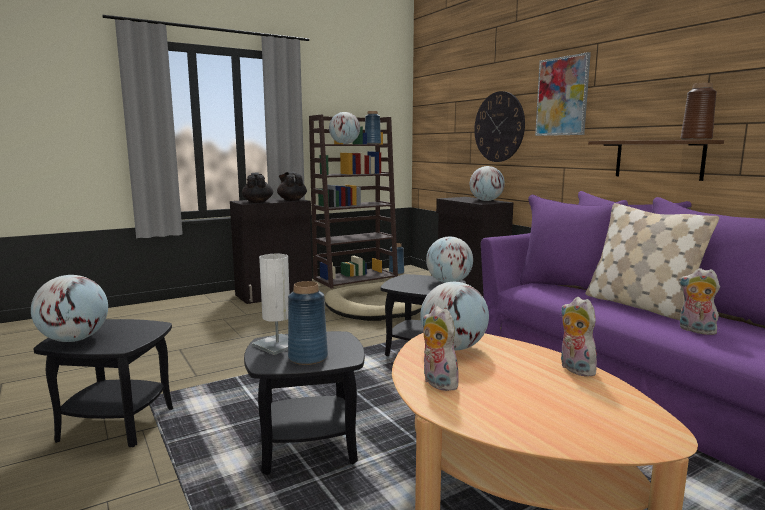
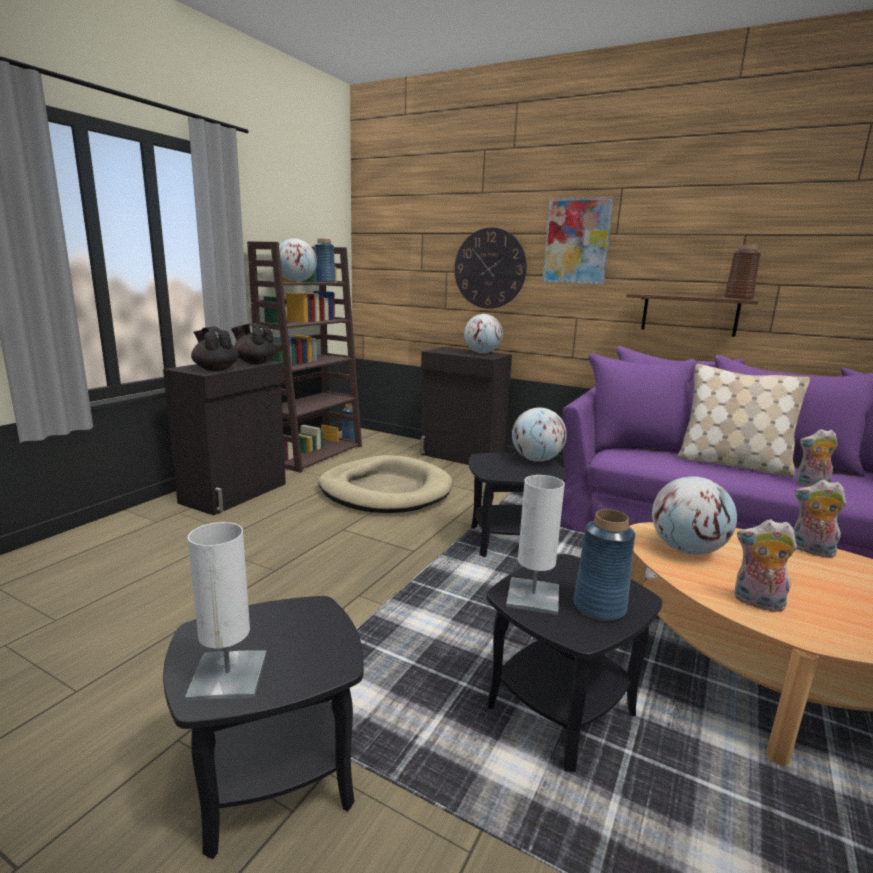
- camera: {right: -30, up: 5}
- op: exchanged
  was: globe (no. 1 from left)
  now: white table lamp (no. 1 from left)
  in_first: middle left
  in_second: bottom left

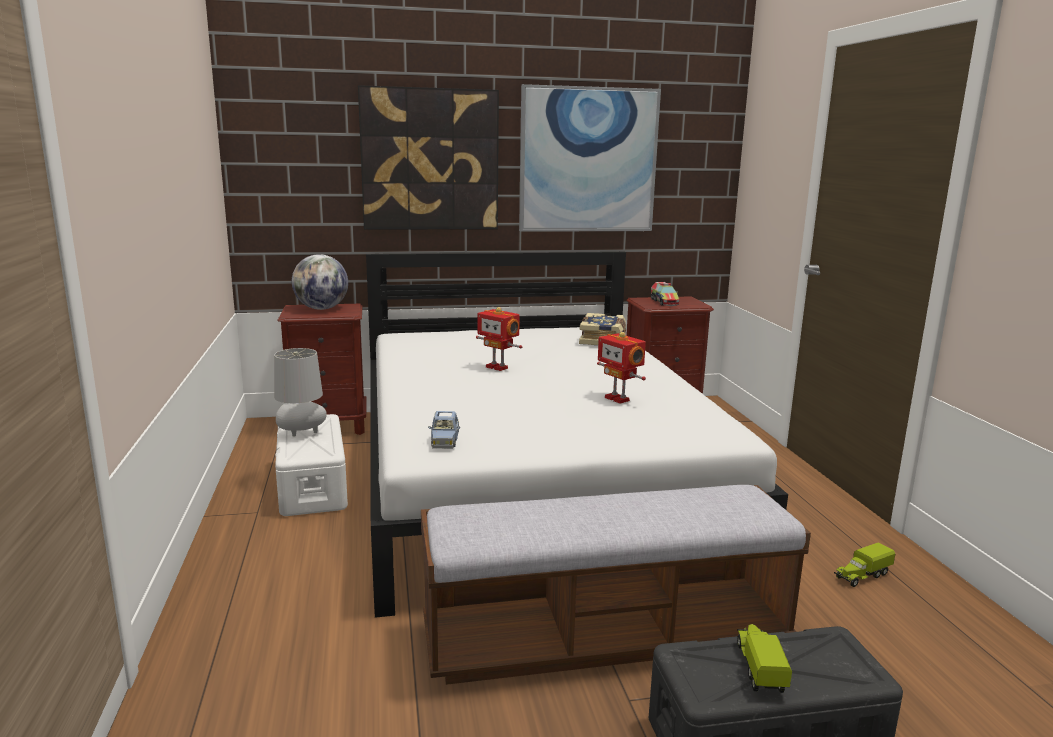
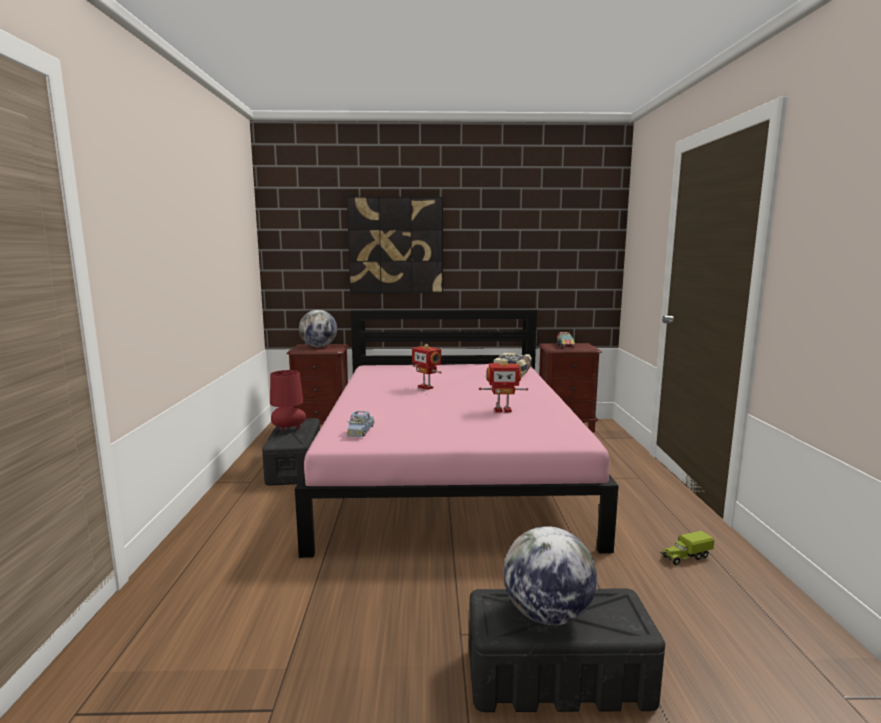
- camera: {right: 10, up: -5}
- op: missing
  was: bench
  in_first: bottom centre
- op: missing
  was: picture (no. 2 from left)
  in_first: top centre
- op: exchanged
  was: toy truck (no. 2 from left)
  now: globe (no. 2 from left)
  in_first: bottom right
  in_second: bottom centre
- op: colour
  was: grey table lamp
  now: red table lamp
  in_first: middle left
  in_second: middle left
- op: colour
  was: white storage box
  now: black storage box (no. 1 from left)
  in_first: middle left
  in_second: middle left
- op: colour
  was: white bed
  now: pink bed
  in_first: centre
  in_second: centre
- op: spun
  was: toy robot (no. 2 from left)
  in_first: centre
  in_second: centre
  clockwise: -60

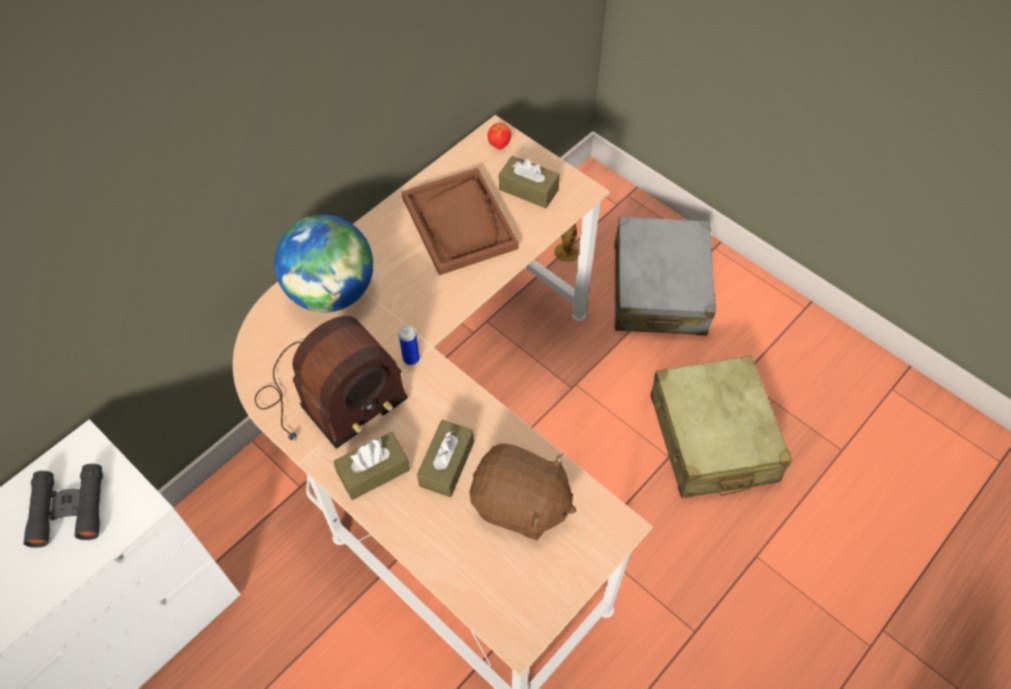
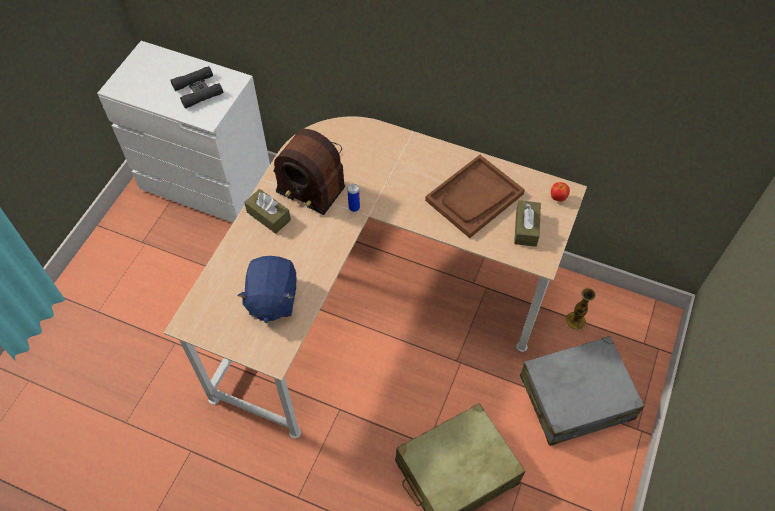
- camera: {right: 70, up: 0}
- op: missing
  was: globe
  in_first: middle left
- op: missing
  was: brown tissue box (no. 2 from left)
  in_first: centre
- op: colour
  was: brown plush toy
  now: blue plush toy
  in_first: bottom centre
  in_second: centre

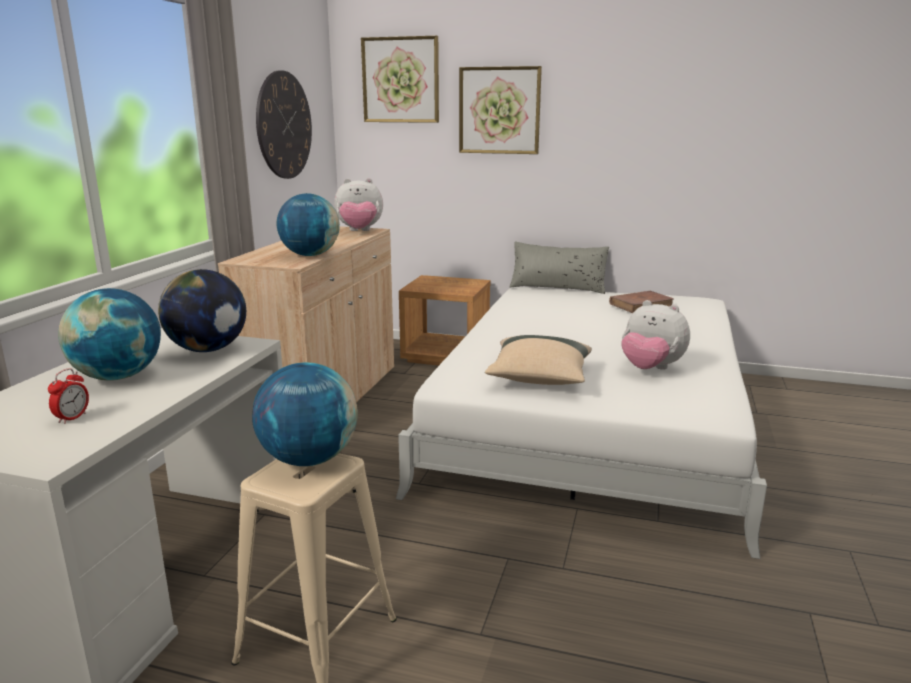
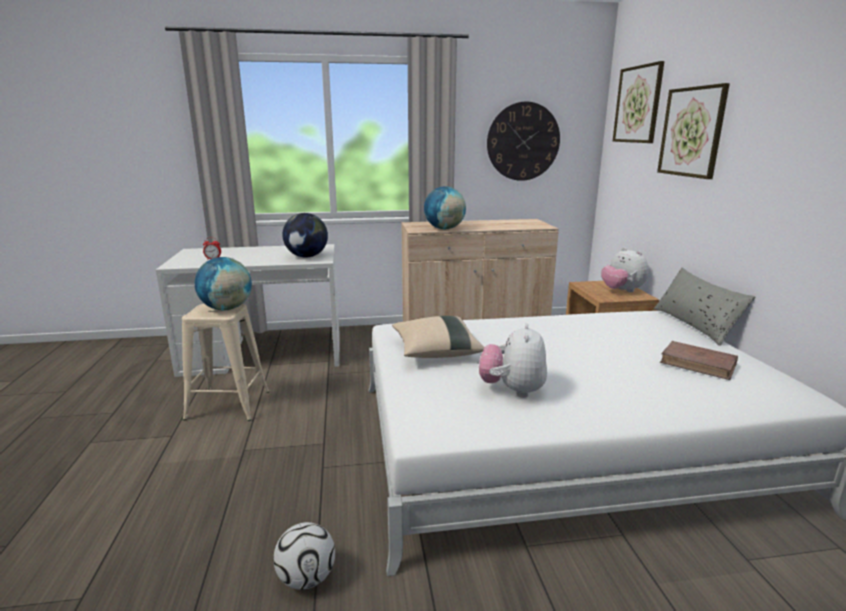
- camera: {right: 65, up: 0}
- op: missing
  was: globe (no. 1 from left)
  in_first: middle left
- op: appeared
  now: football
  in_second: bottom centre
- op: relocated
  was: plush toy (no. 1 from left in the first image)
  now: plush toy (no. 2 from left)
  in_first: top centre
  in_second: middle right

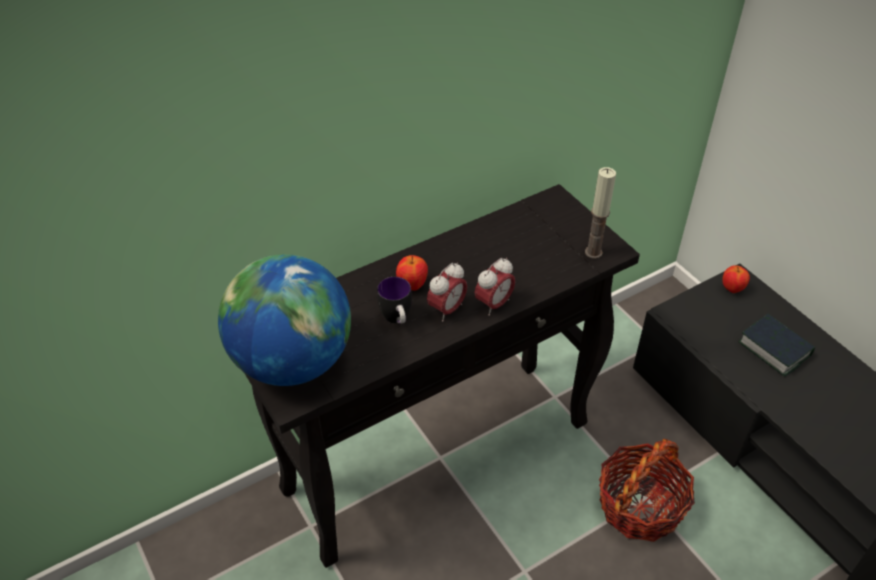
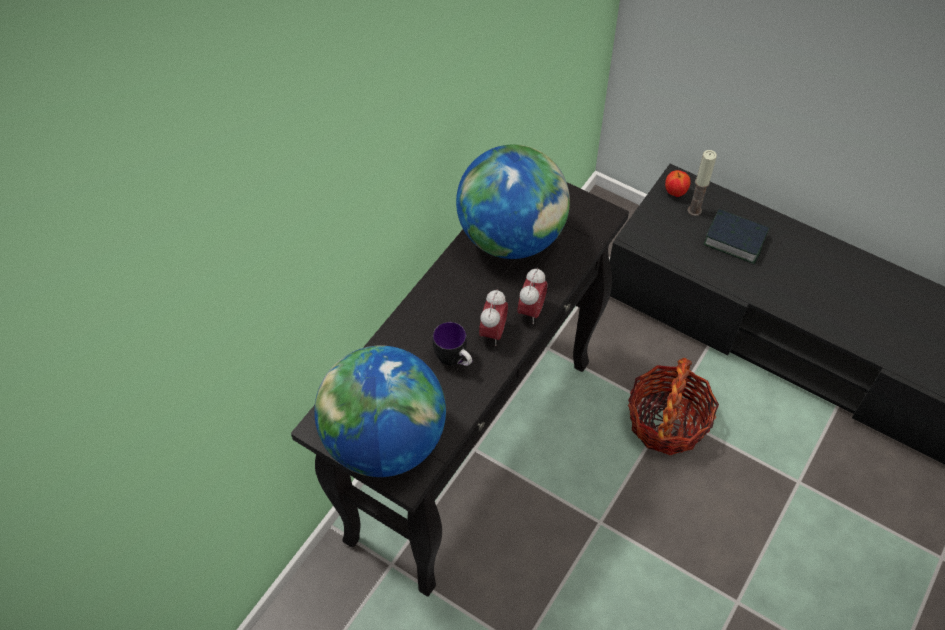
- camera: {right: -25, up: 10}
- op: missing
  was: apple (no. 1 from left)
  in_first: centre
- op: appeared
  now: globe (no. 2 from left)
  in_second: top centre
- op: relocated
  was: candle
  in_first: middle right
  in_second: top right

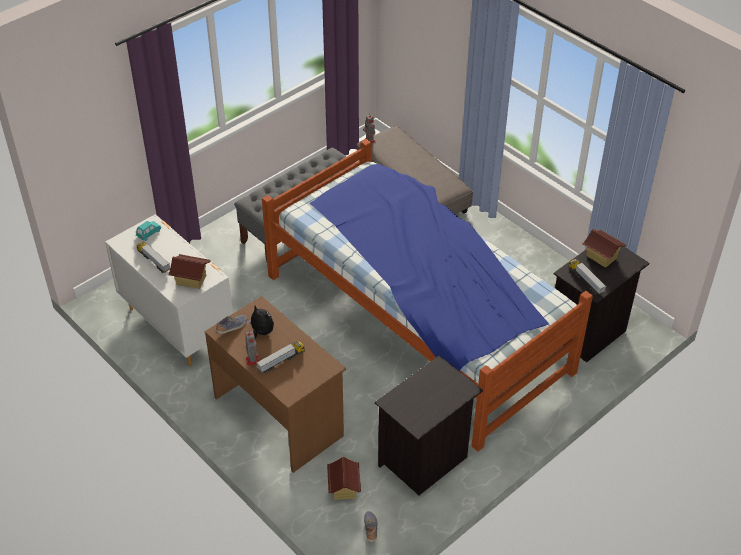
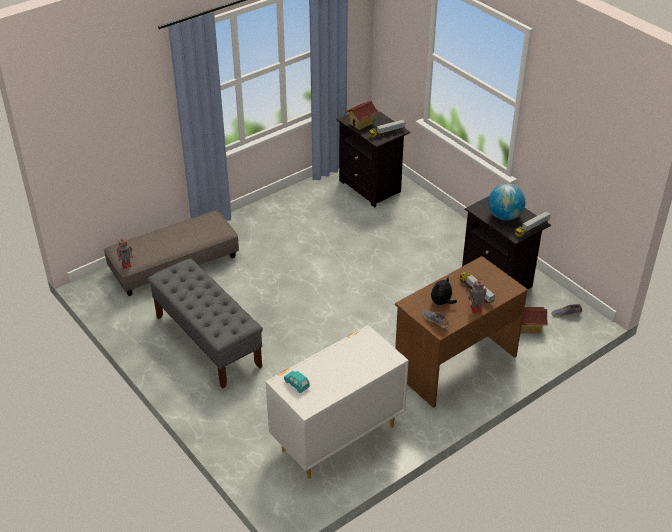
- camera: {right: -85, up: -5}
- op: missing
  was: toy house (no. 1 from left)
  in_first: middle left
- op: missing
  was: bed
  in_first: centre
- op: appeared
  now: globe
  in_second: middle right
- op: relocated
  was: toy truck (no. 1 from left in the first image)
  now: toy truck (no. 3 from left)
  in_first: middle left
  in_second: middle right

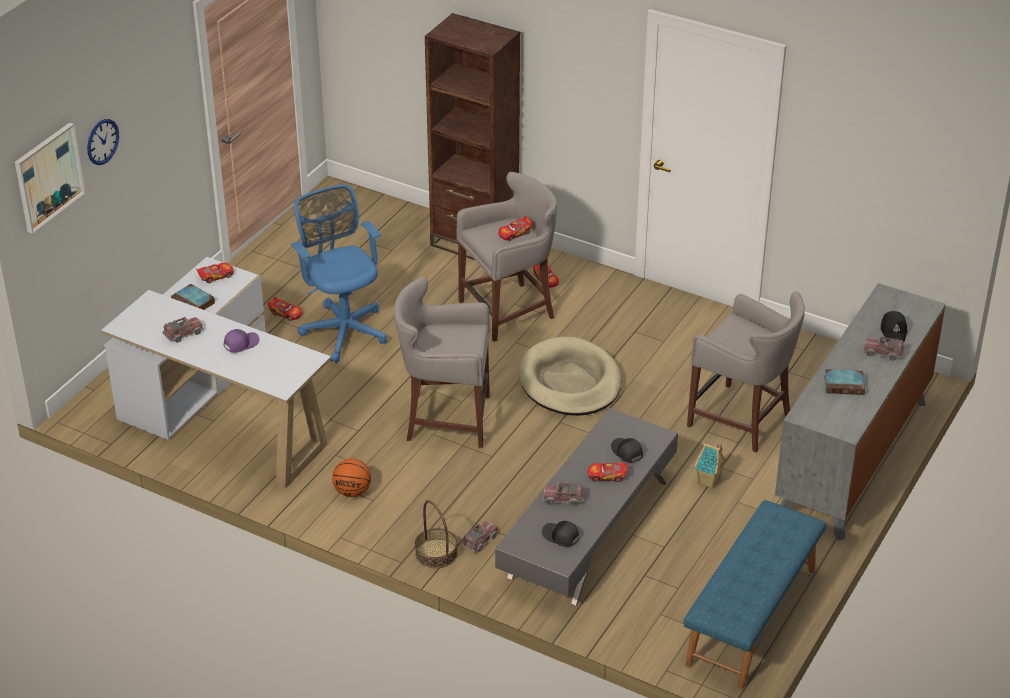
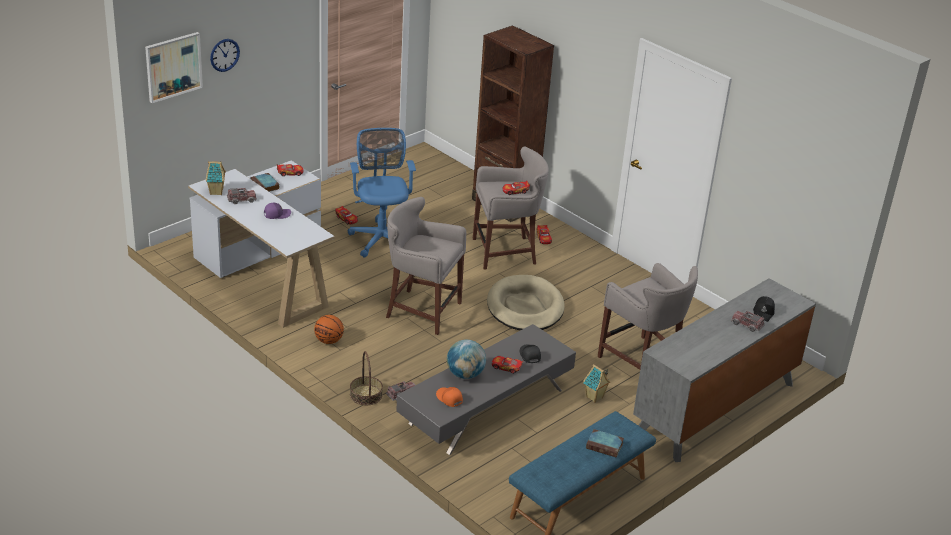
- camera: {right: 15, up: -5}
- op: appeared
  now: toy house (no. 1 from left)
  in_second: top left
- op: relocated
  was: book (no. 2 from left)
  in_first: middle right
  in_second: bottom centre
- op: exchanged
  was: toy truck (no. 3 from left)
  now: globe
  in_first: bottom centre
  in_second: bottom centre
- op: colour
  was: black cap (no. 1 from left)
  now: orange cap
  in_first: bottom centre
  in_second: bottom centre

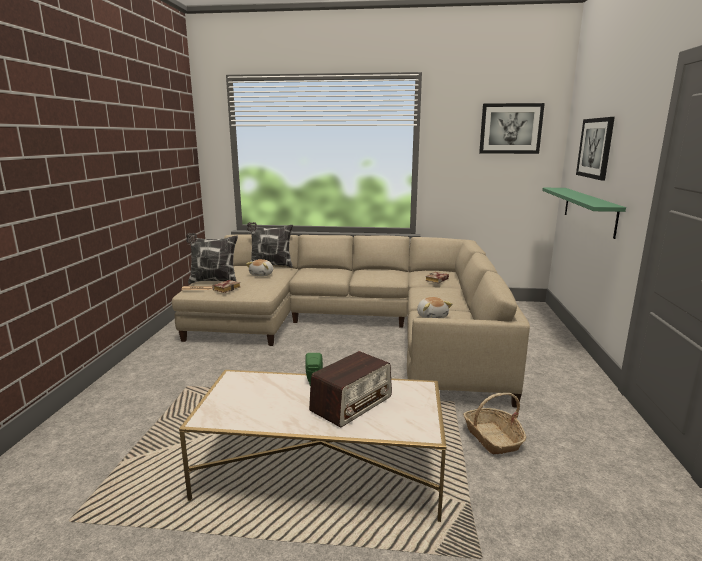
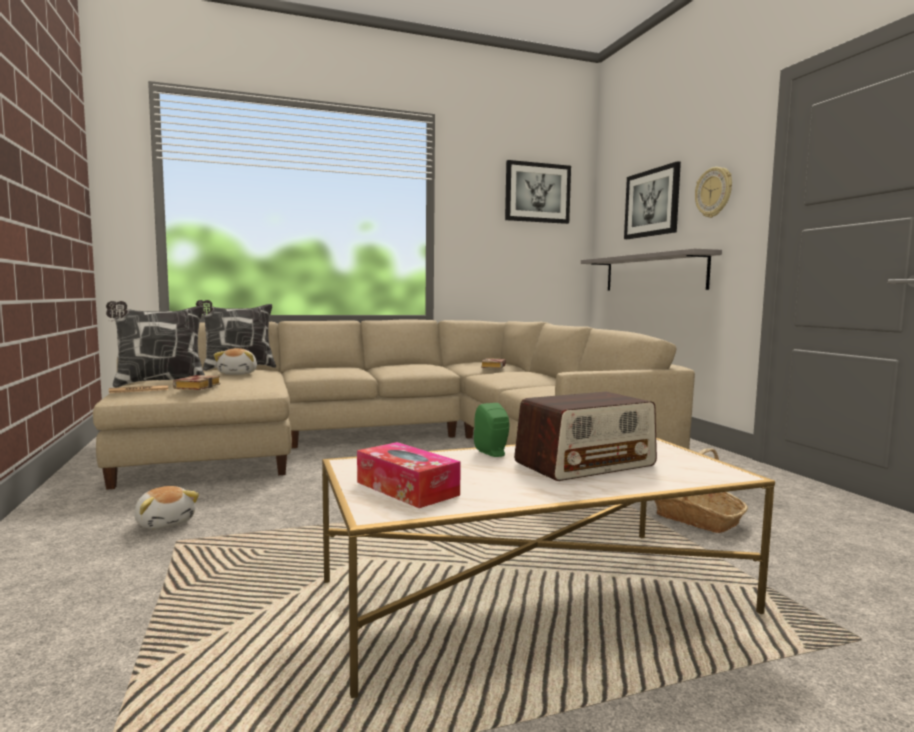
- camera: {right: -25, up: -10}
- op: appeared
  now: tissue box
  in_second: centre
- op: appeared
  now: wall clock
  in_second: top right
- op: relocated
  was: plush toy (no. 2 from left in the first image)
  now: plush toy (no. 1 from left)
  in_first: centre
  in_second: bottom left
- op: colour
  was: green shelf
  now: grey shelf
  in_first: middle right
  in_second: middle right
- op: spun
  was: radio
  in_first: bottom centre
  in_second: centre
  clockwise: 45

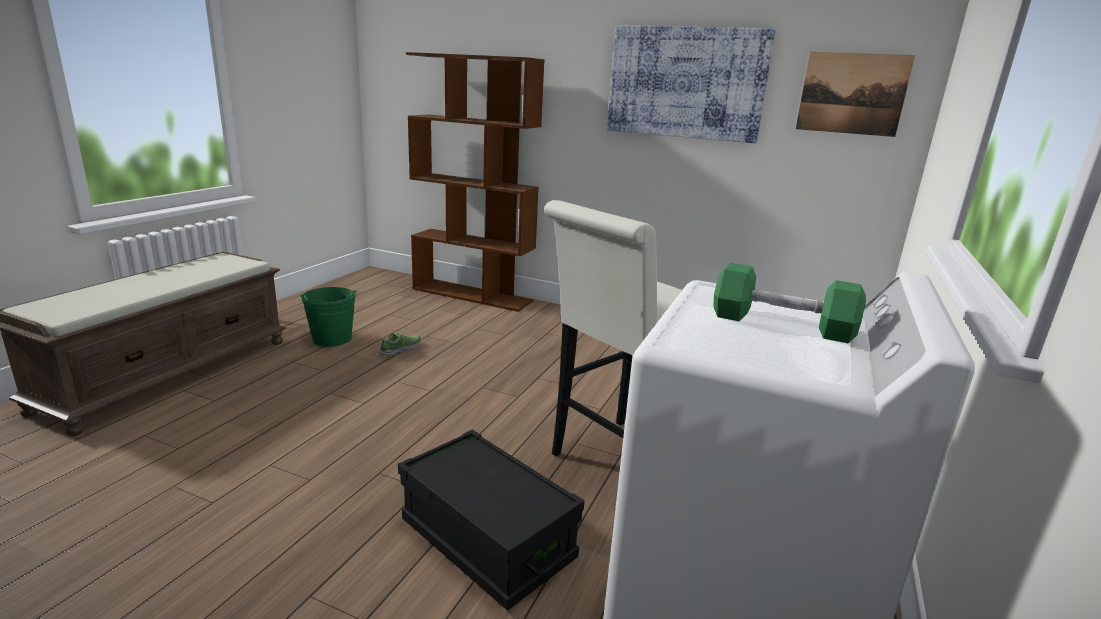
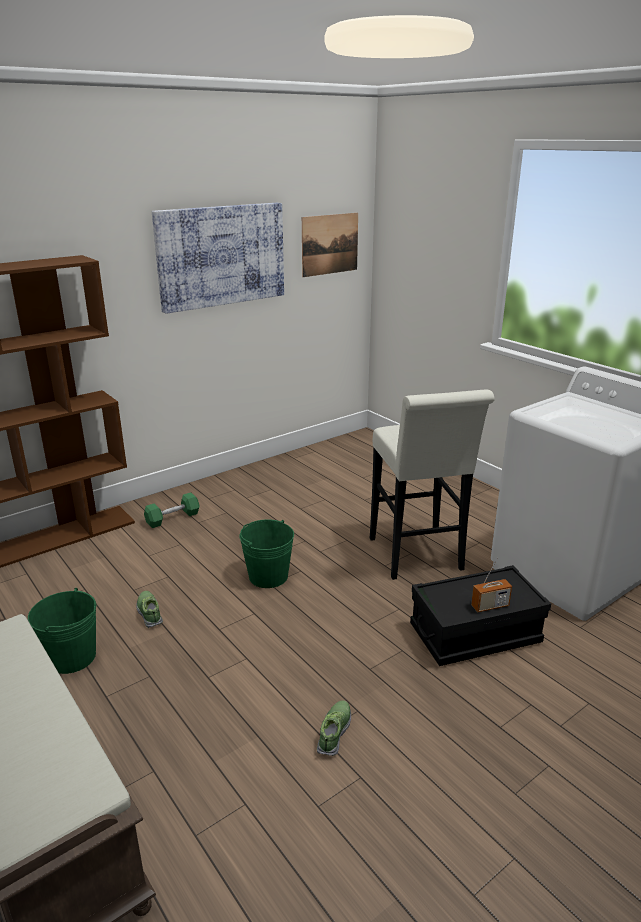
- camera: {right: -60, up: 5}
- op: appeared
  now: green bucket (no. 2 from left)
  in_second: centre
- op: appeared
  now: shoe (no. 2 from left)
  in_second: bottom centre
- op: appeared
  now: radio
  in_second: middle right
- op: relocated
  was: green dumbbell
  in_first: middle right
  in_second: middle left

